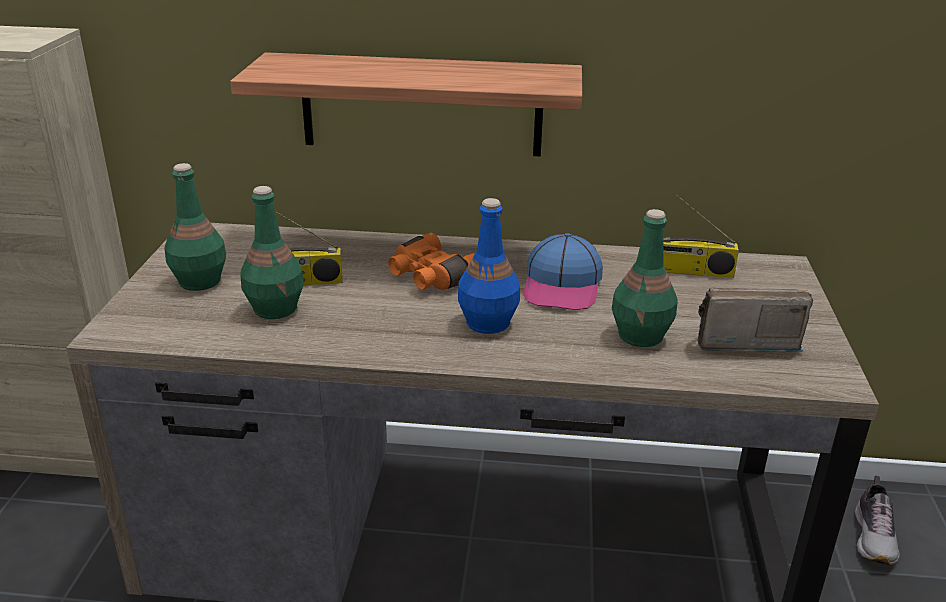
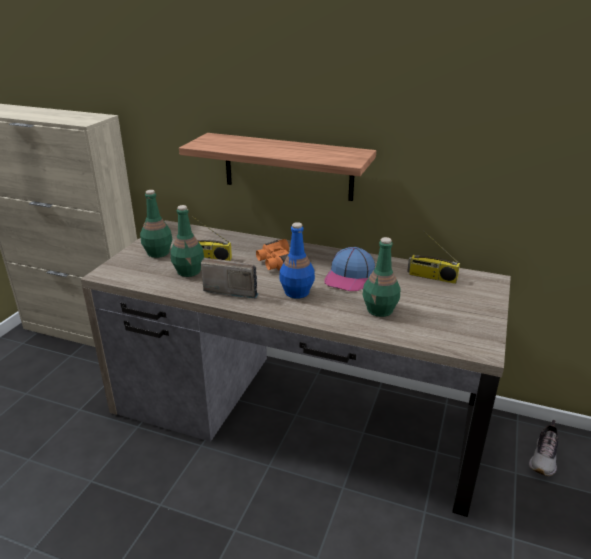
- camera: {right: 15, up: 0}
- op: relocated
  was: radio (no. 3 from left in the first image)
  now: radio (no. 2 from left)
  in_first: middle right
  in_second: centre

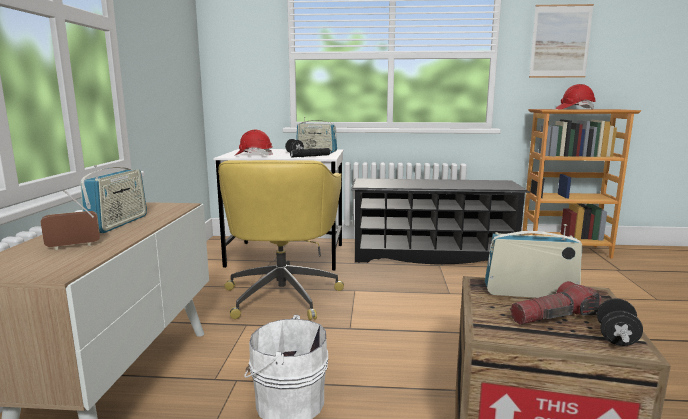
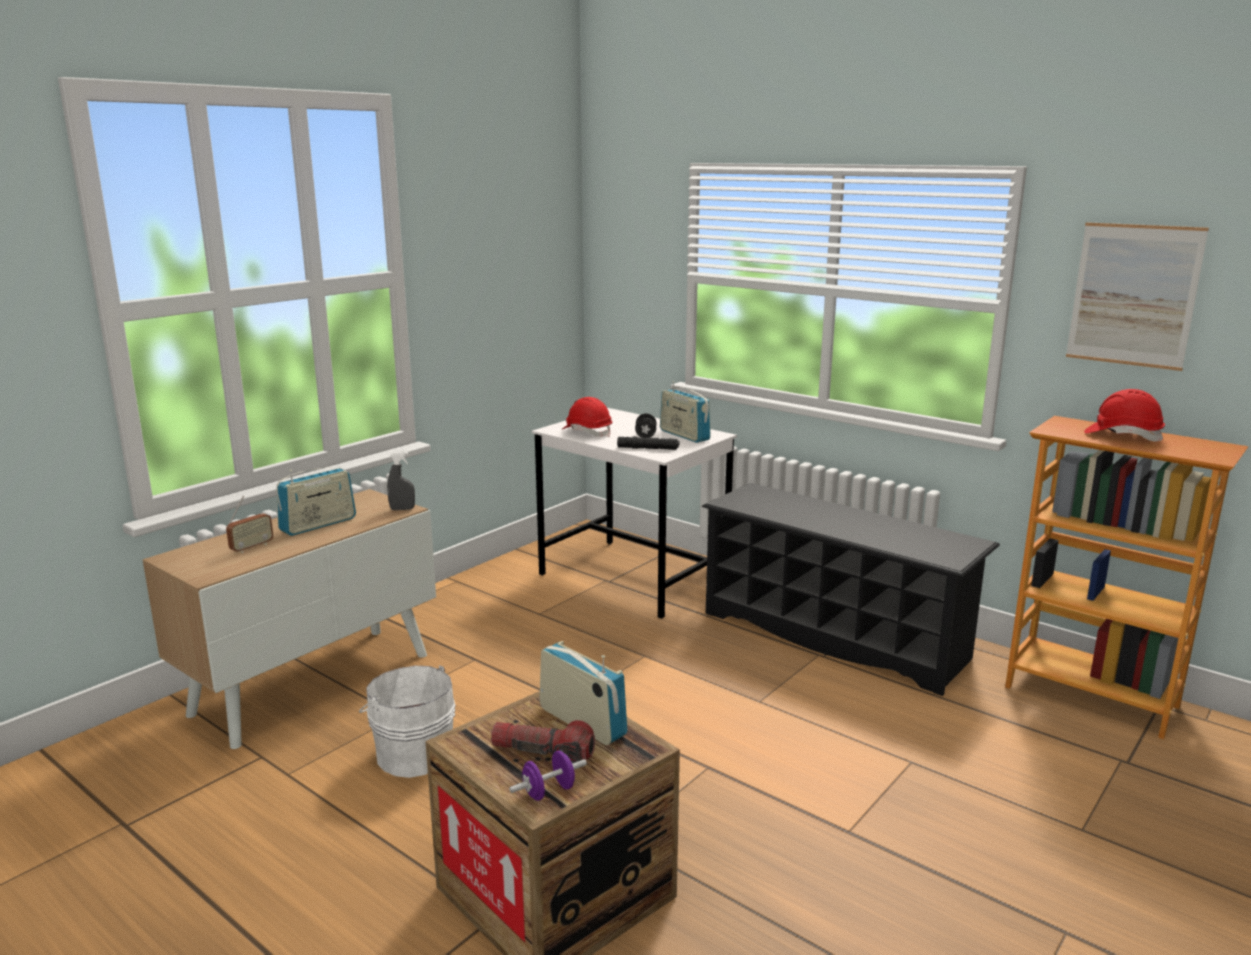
- camera: {right: 35, up: 5}
- op: missing
  was: yellow office chair
  in_first: centre
- op: appeared
  now: grey spray bottle
  in_second: middle left
- op: colour
  was: black dumbbell (no. 2 from left)
  now: purple dumbbell
  in_first: bottom right
  in_second: bottom centre
- op: spun
  was: radio (no. 1 from left)
  in_first: middle left
  in_second: middle left
  clockwise: 120

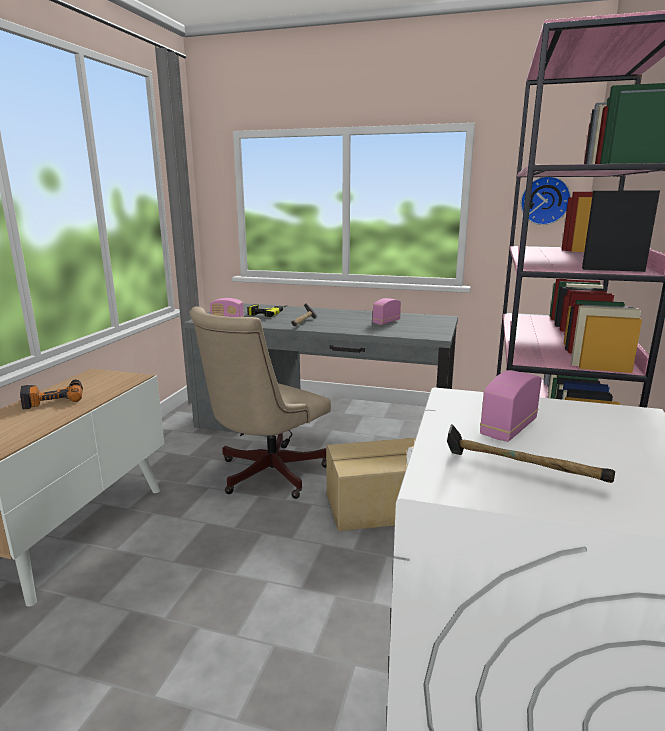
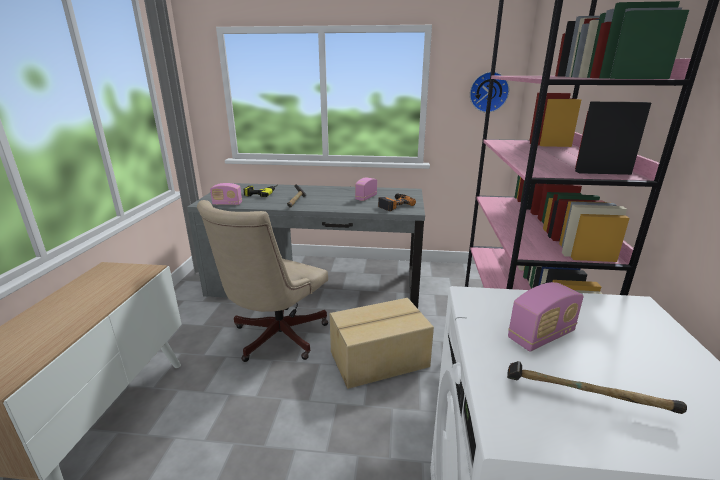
- camera: {right: -10, up: 5}
- op: relocated
  was: power drill (no. 1 from left in the first image)
  now: power drill (no. 2 from left)
  in_first: middle left
  in_second: centre
- op: spun
  was: radio (no. 3 from left)
  in_first: middle right
  in_second: middle right
  clockwise: -150

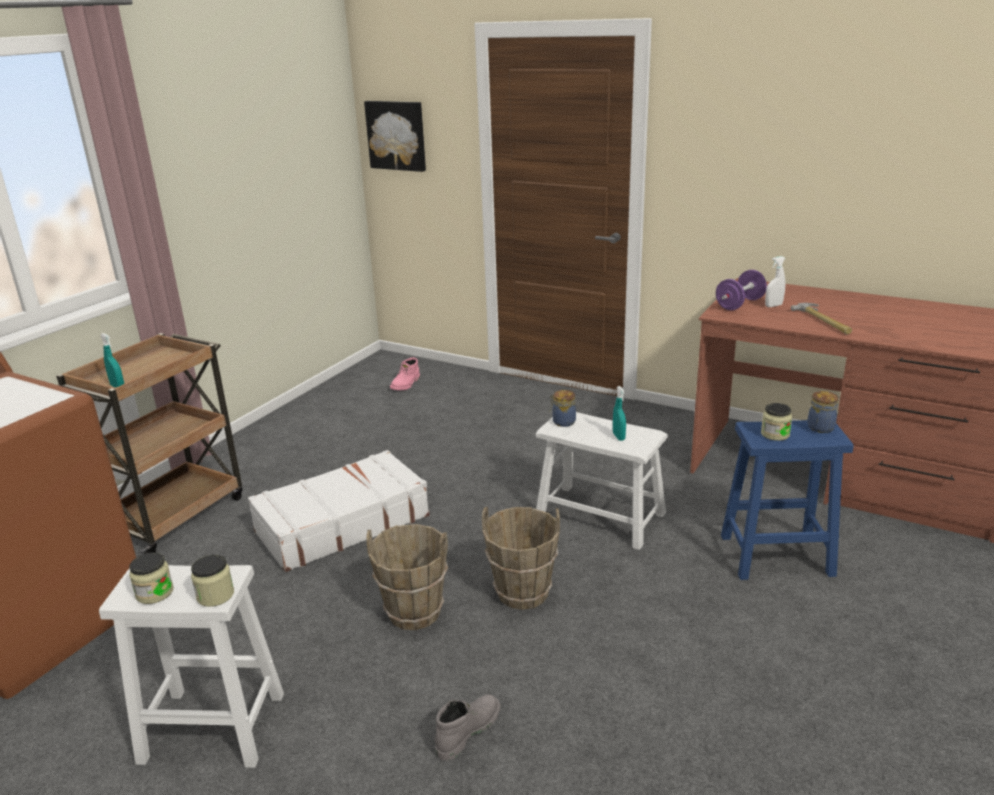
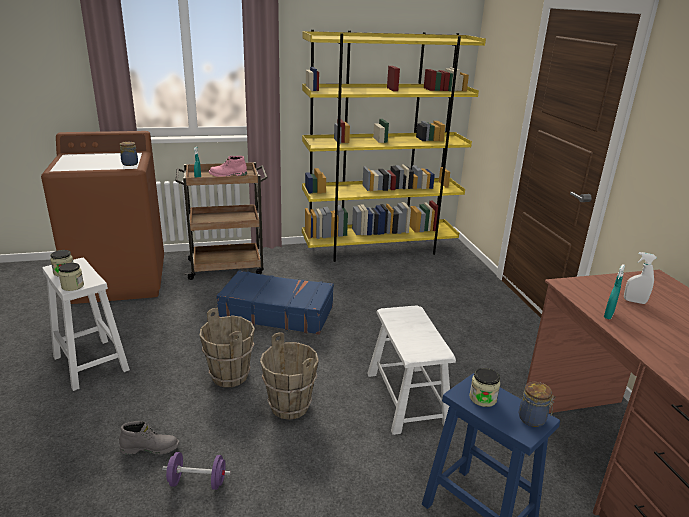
- camera: {right: 45, up: 0}
- op: missing
  was: picture
  in_first: top centre
- op: missing
  was: hammer
  in_first: middle right
- op: appeared
  now: yellow bookcase
  in_second: top centre
- op: relocated
  was: pink boot
  in_first: centre
  in_second: top left
- op: relocated
  was: jar (no. 3 from left)
  in_first: centre
  in_second: top left
- op: relocated
  was: turquoise spray bottle (no. 2 from left)
  in_first: centre
  in_second: middle right
- op: relocated
  was: purple dumbbell
  in_first: middle right
  in_second: bottom left
- op: colour
  was: white suitcase
  now: blue suitcase
  in_first: centre
  in_second: centre

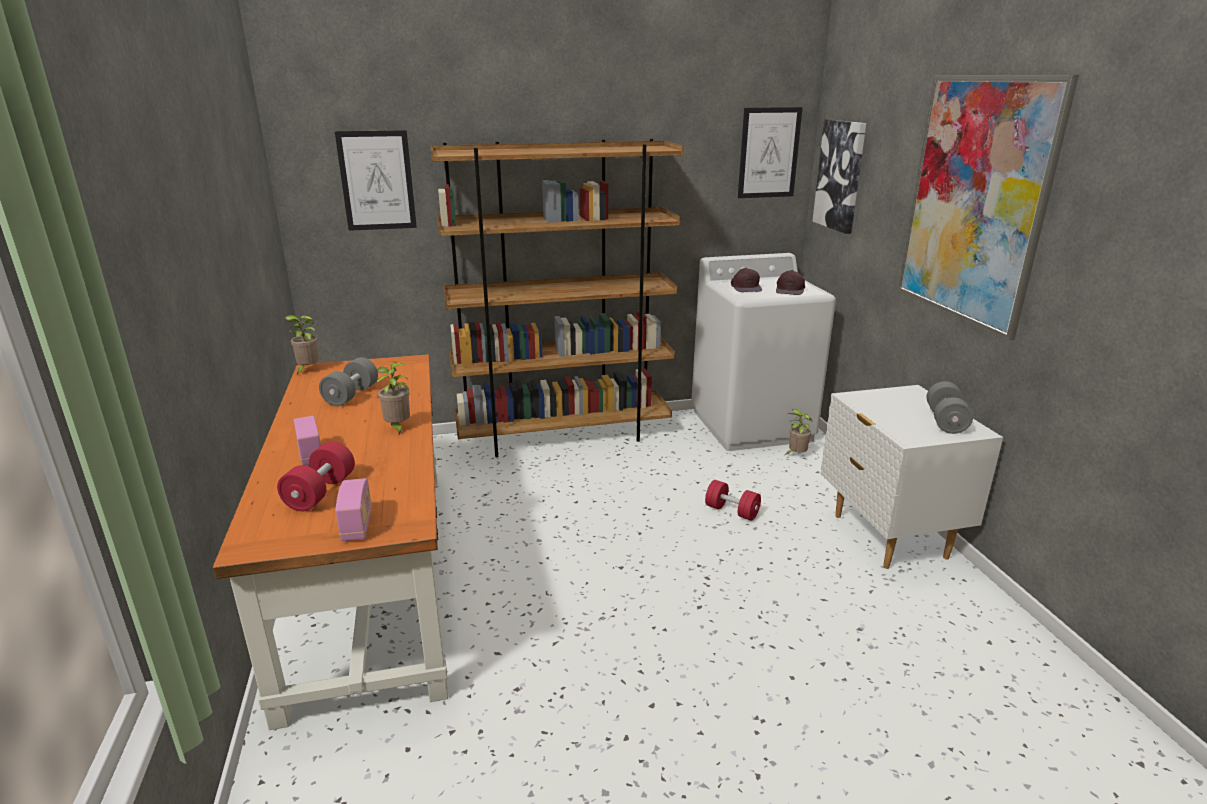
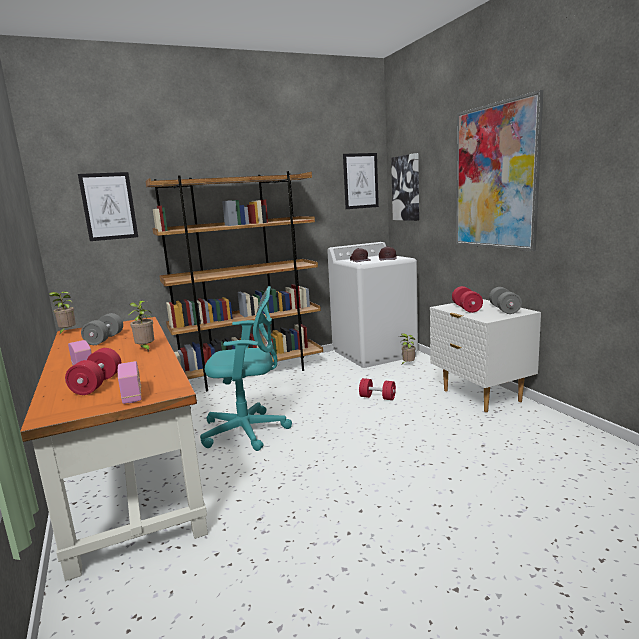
- camera: {right: -10, up: -10}
- op: appeared
  now: turquoise office chair
  in_second: centre
- op: appeared
  now: red dumbbell (no. 3 from left)
  in_second: middle right

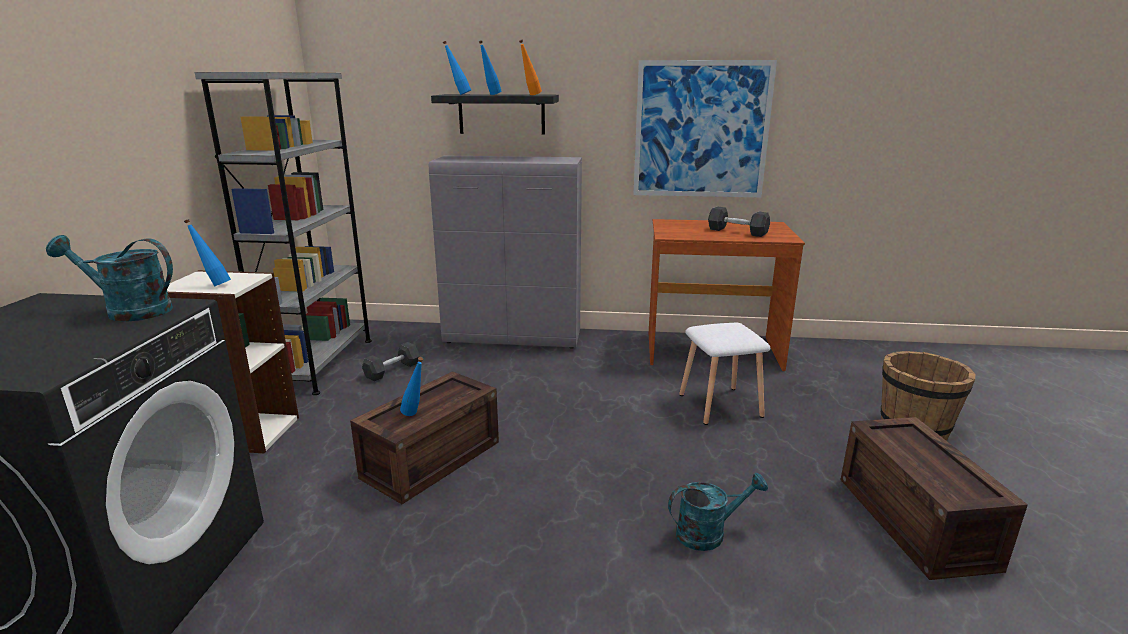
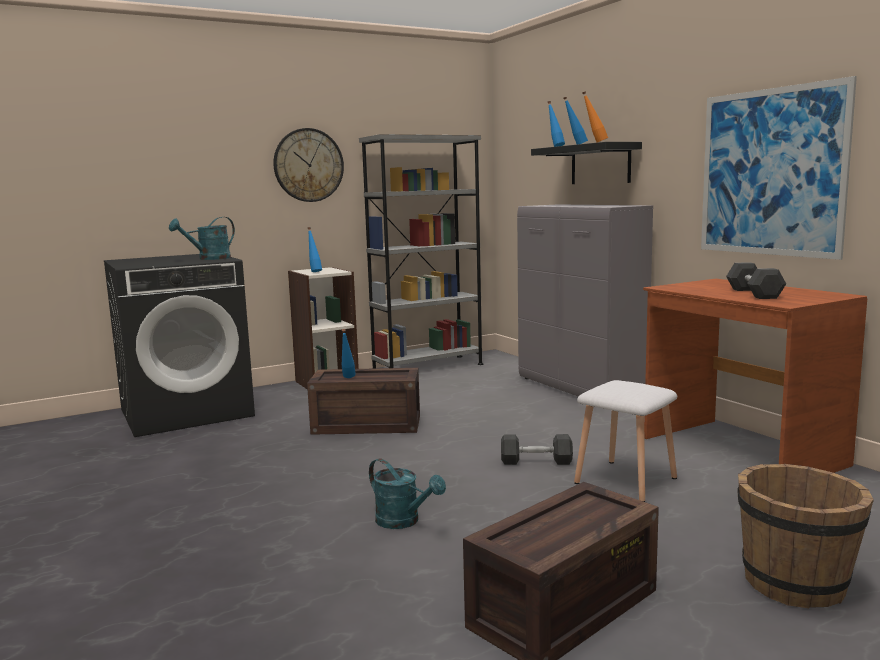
- camera: {right: 55, up: -10}
- op: appeared
  now: wall clock
  in_second: top centre
- op: relocated
  was: grey dumbbell (no. 1 from left)
  in_first: centre
  in_second: bottom centre
- op: spun
  was: turquoise watering can (no. 1 from left)
  in_first: middle left
  in_second: middle left
  clockwise: -105

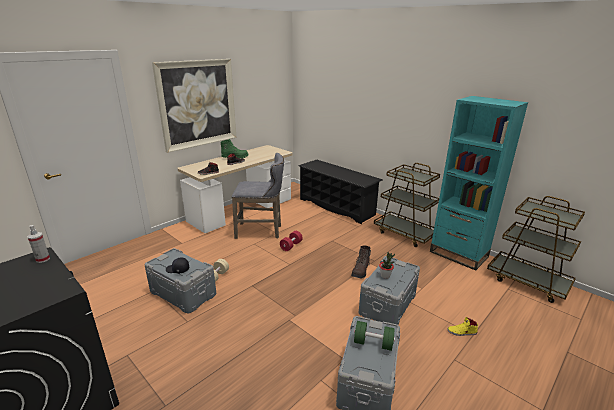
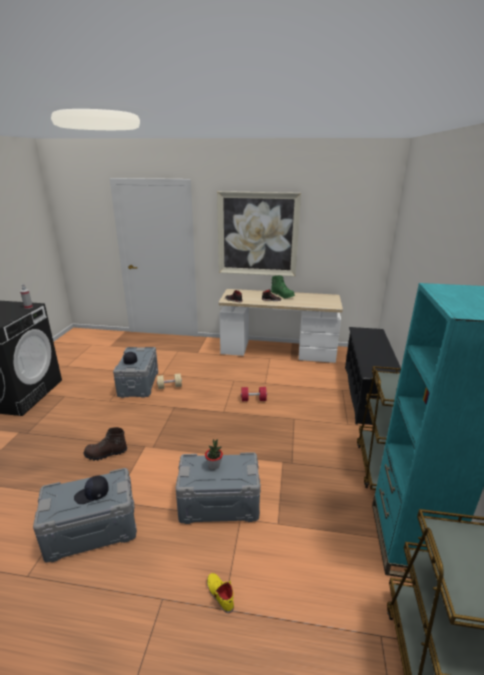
- camera: {right: 55, up: 0}
- op: missing
  was: grey stool
  in_first: centre
- op: relocated
  was: brown boot
  in_first: centre
  in_second: middle left
- op: exchanged
  was: green dumbbell
  now: black cap (no. 1 from left)
  in_first: bottom centre
  in_second: bottom left

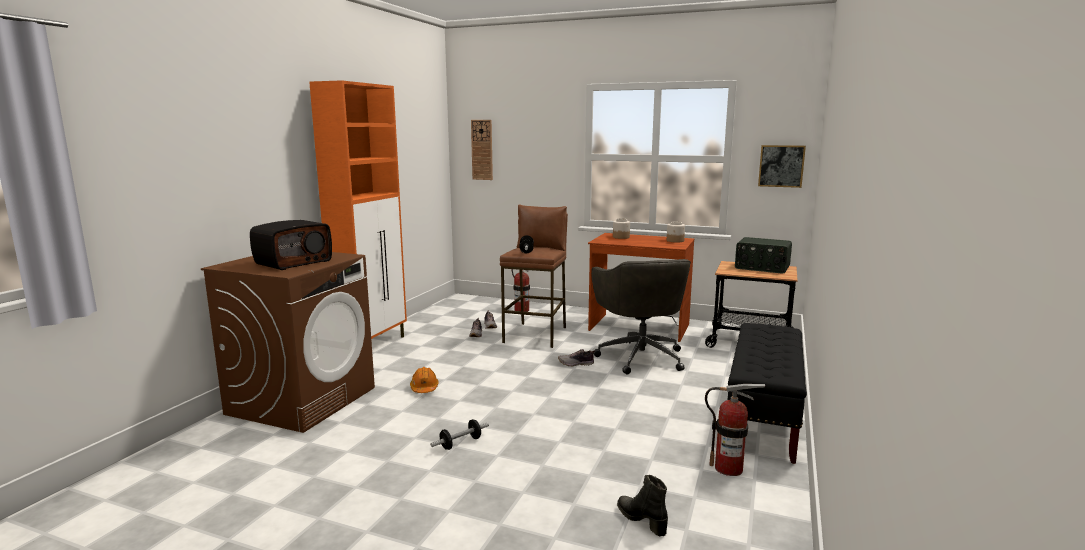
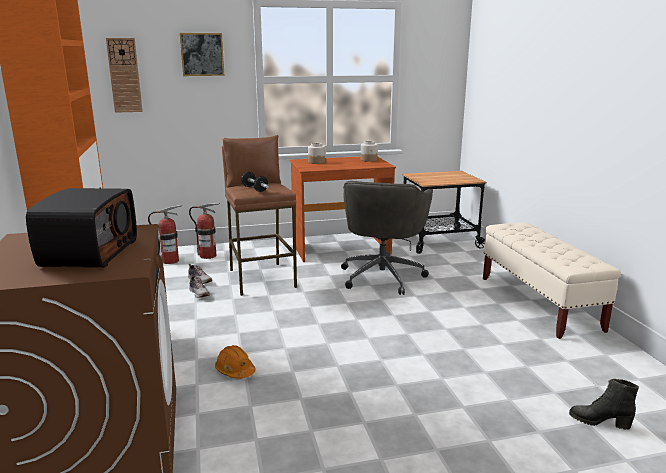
- camera: {right: -35, up: 5}
- op: missing
  was: dumbbell (no. 1 from left)
  in_first: bottom centre
- op: missing
  was: shoe (no. 3 from left)
  in_first: centre
- op: missing
  was: radio (no. 2 from left)
  in_first: middle right
- op: relocated
  was: fire extinguisher (no. 2 from left in the first image)
  now: fire extinguisher (no. 1 from left)
  in_first: bottom right
  in_second: middle left
- op: relocated
  was: picture
  in_first: top right
  in_second: top left
- op: colour
  was: black bench
  now: beige bench
  in_first: bottom right
  in_second: middle right
- op: spun
  was: grey office chair
  in_first: centre
  in_second: centre
  clockwise: 60

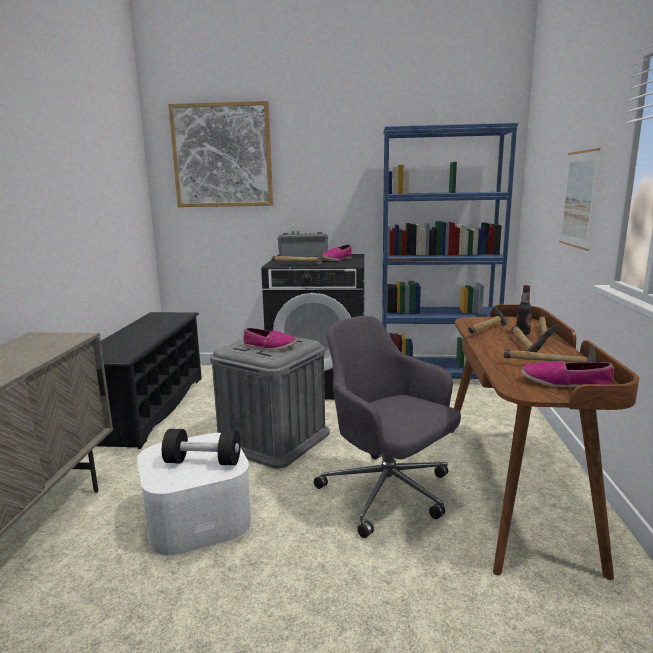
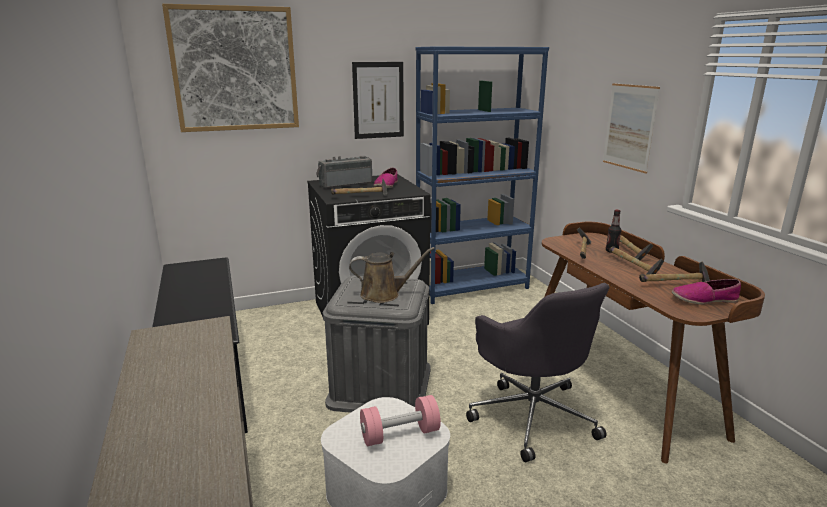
- camera: {right: -25, up: 5}
- op: appeared
  now: picture (no. 2 from left)
  in_second: top centre
- op: exchanged
  was: shoe (no. 1 from left)
  now: brown watering can
  in_first: centre
  in_second: centre
- op: colour
  was: black dumbbell
  now: pink dumbbell
  in_first: bottom left
  in_second: bottom centre
- op: spun
  was: grey office chair
  in_first: centre
  in_second: bottom centre
  clockwise: -135

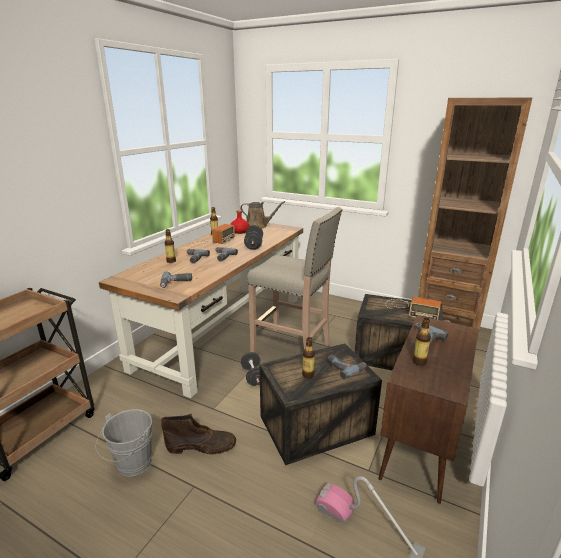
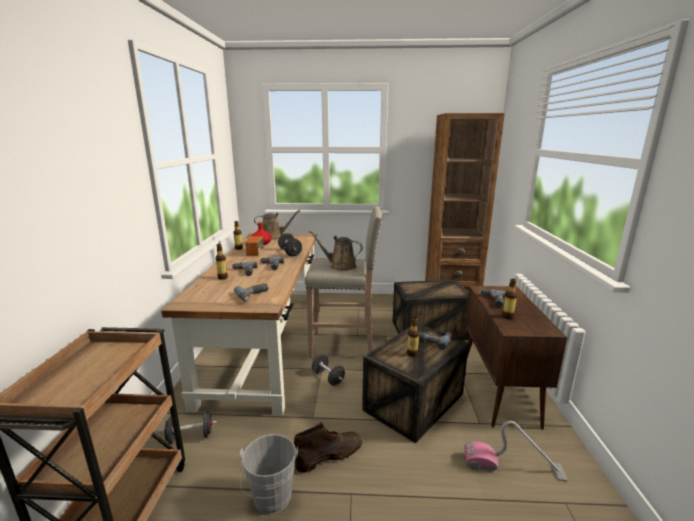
- camera: {right: -25, up: -5}
- op: missing
  was: radio (no. 2 from left)
  in_first: middle right
- op: appeared
  now: black dumbbell (no. 1 from left)
  in_second: bottom left
- op: appeared
  now: brown watering can (no. 2 from left)
  in_second: centre

